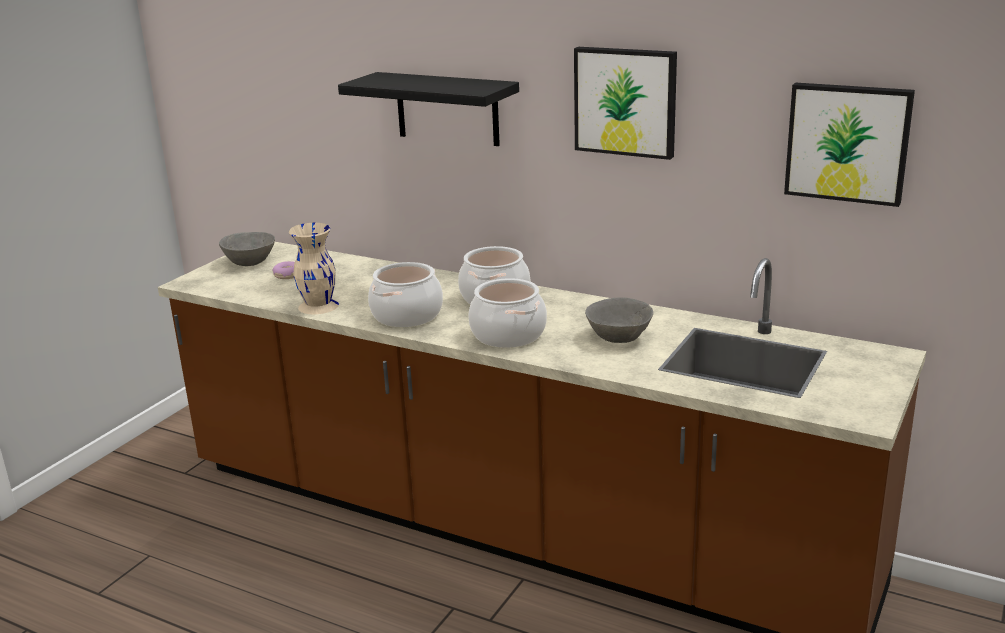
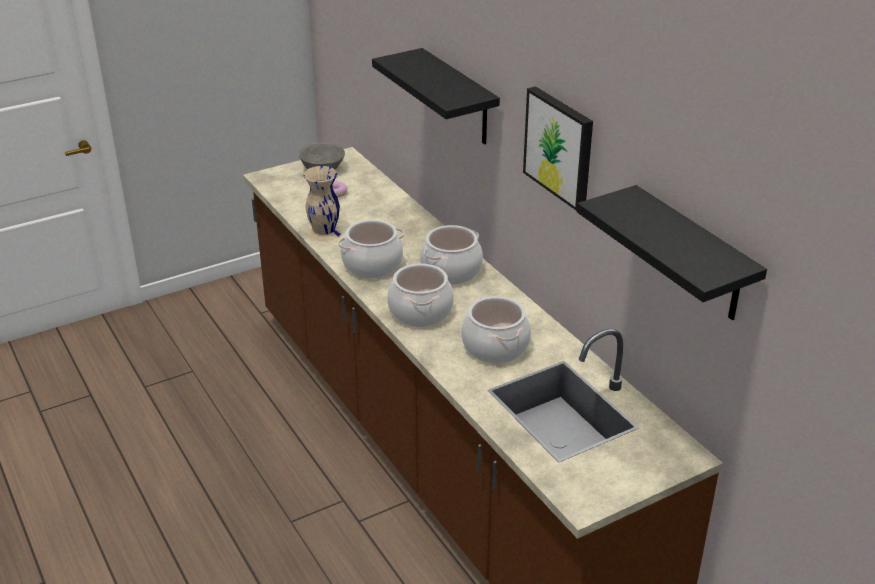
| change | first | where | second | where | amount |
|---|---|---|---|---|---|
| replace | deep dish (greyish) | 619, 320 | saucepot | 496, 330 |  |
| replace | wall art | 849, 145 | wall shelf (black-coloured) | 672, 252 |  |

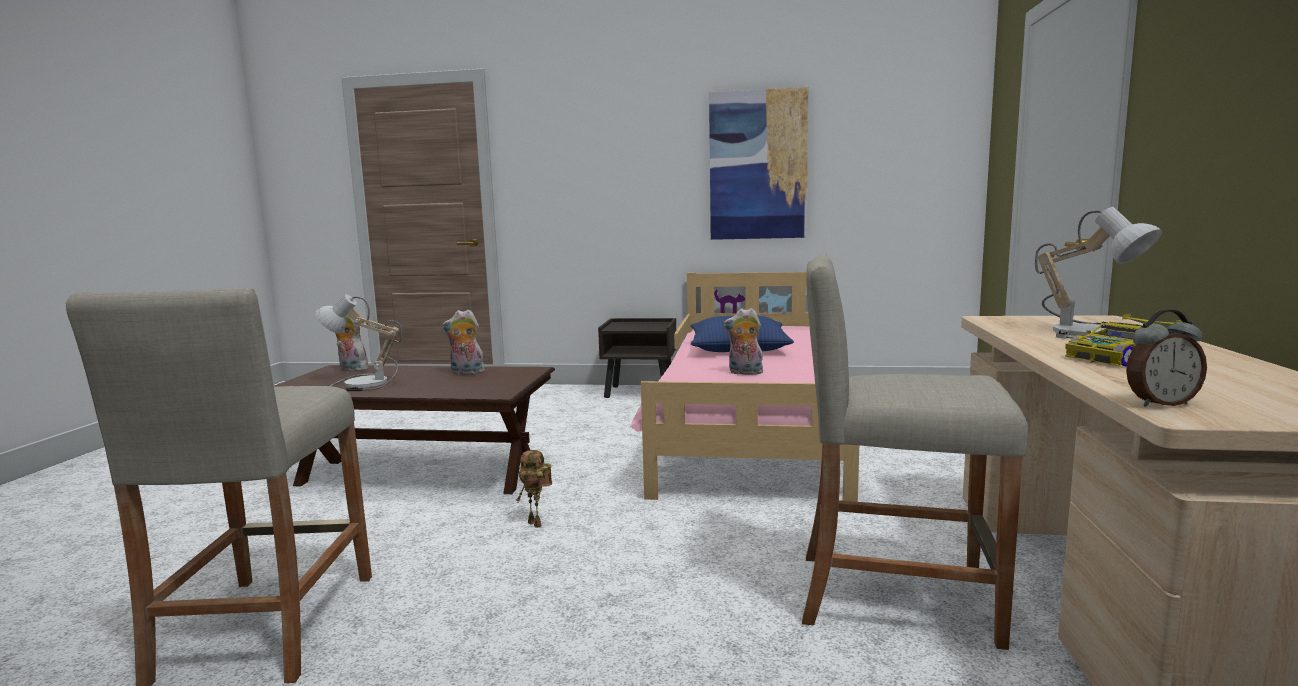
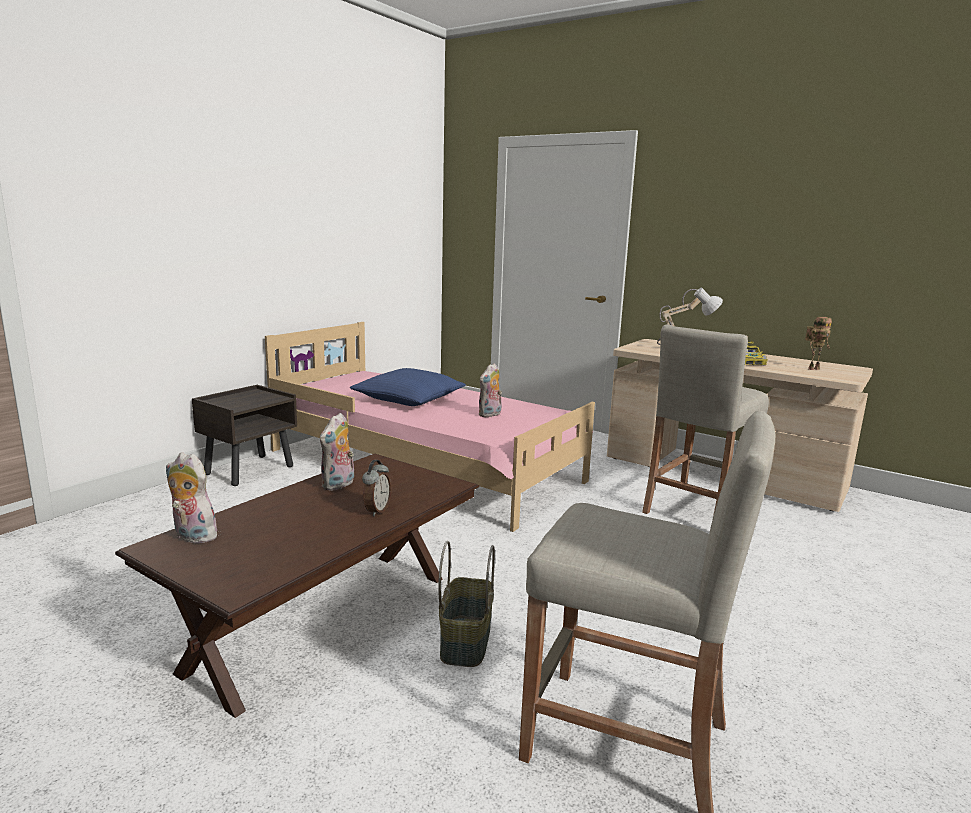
| change | first | where | second | where | amount |
|---|---|---|---|---|---|
| rotate | plush toy | 351, 343 |  | 192, 497 | 60 degrees clockwise |
| move | alarm clock | 1166, 358 |  | 376, 488 |  |
| insert |  |  | storage basket | 466, 604 |  |
| move | robot figure | 534, 489 |  | 818, 343 |  |
| delete | tabletop lamp | 358, 342 |  |  |  |
| delete | wall art | 759, 163 |  |  |  |

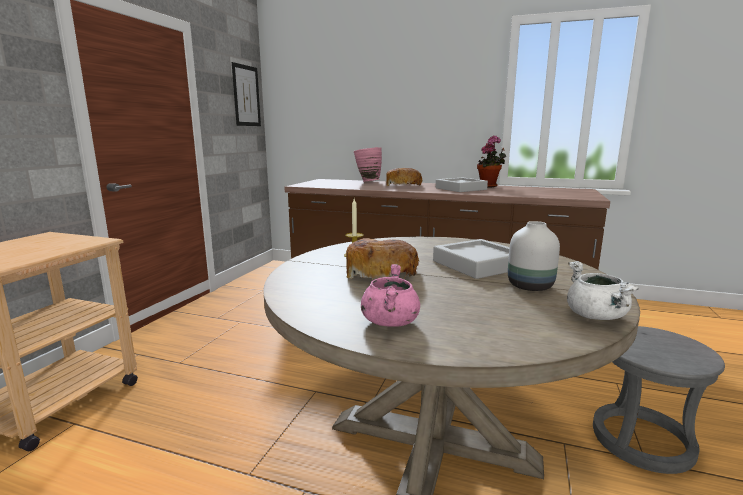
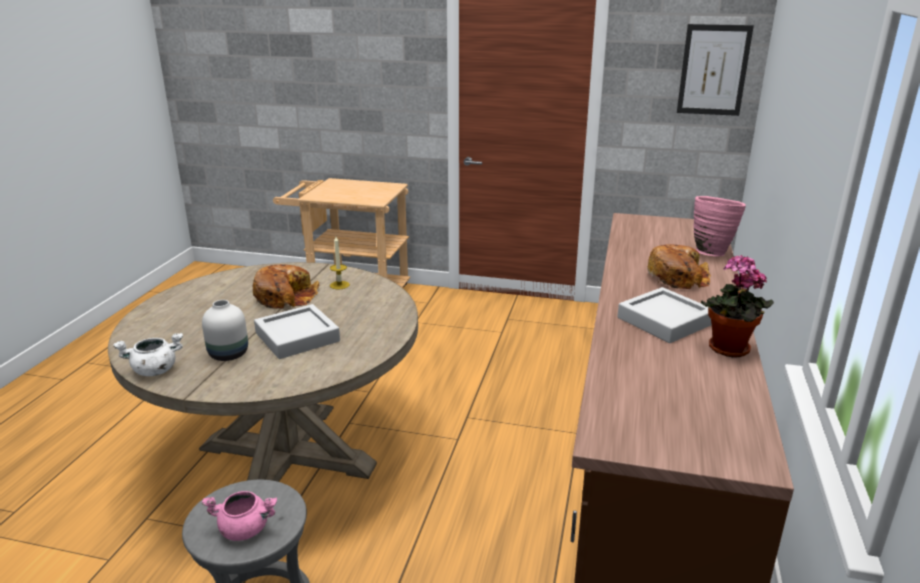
| change | first | where | second | where | amount |
|---|---|---|---|---|---|
| move | saucepot (pinkish) | 390, 295 |  | 239, 516 |  |

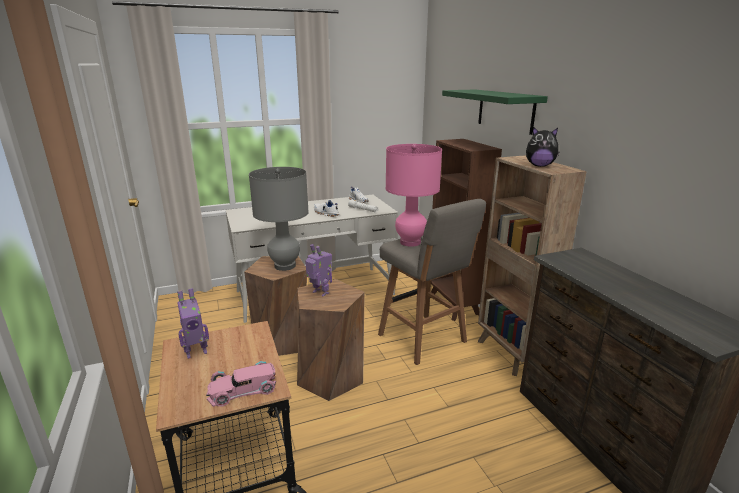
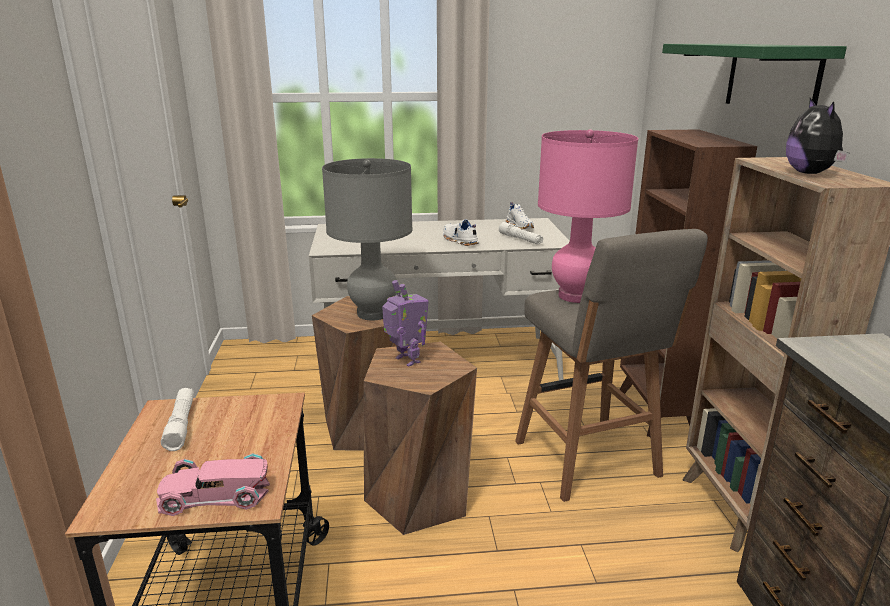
| change | first | where | second | where | amount |
|---|---|---|---|---|---|
| replace | robot figure | 193, 323 | torch (white) | 177, 419 |  |
| rotate | plush toy | 542, 147 |  | 817, 136 | 60 degrees clockwise |

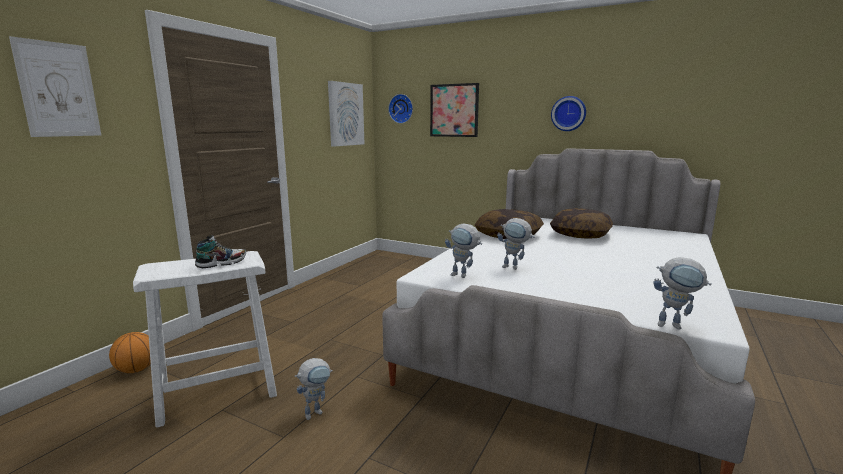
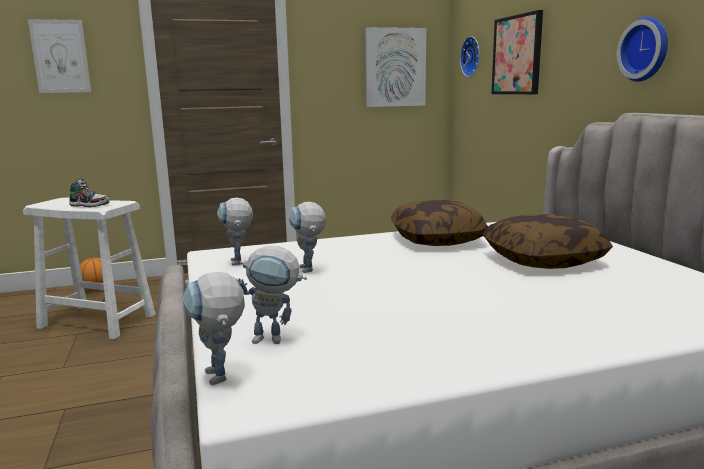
| change | first | where | second | where | amount |
|---|---|---|---|---|---|
| move | robot figure | 314, 389 |  | 271, 295 |  |

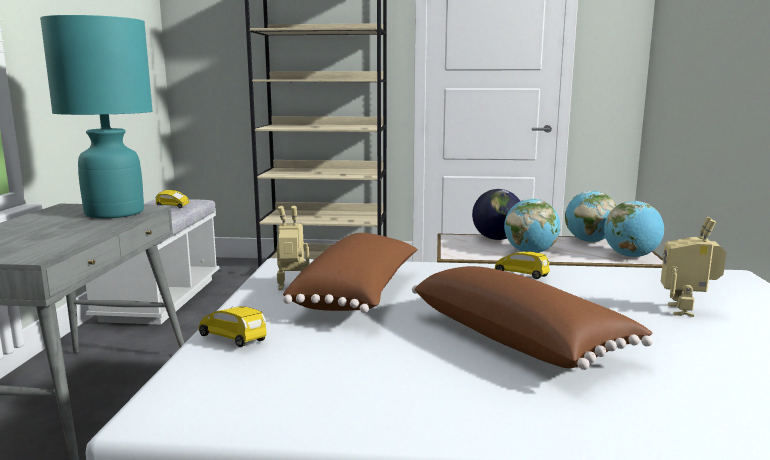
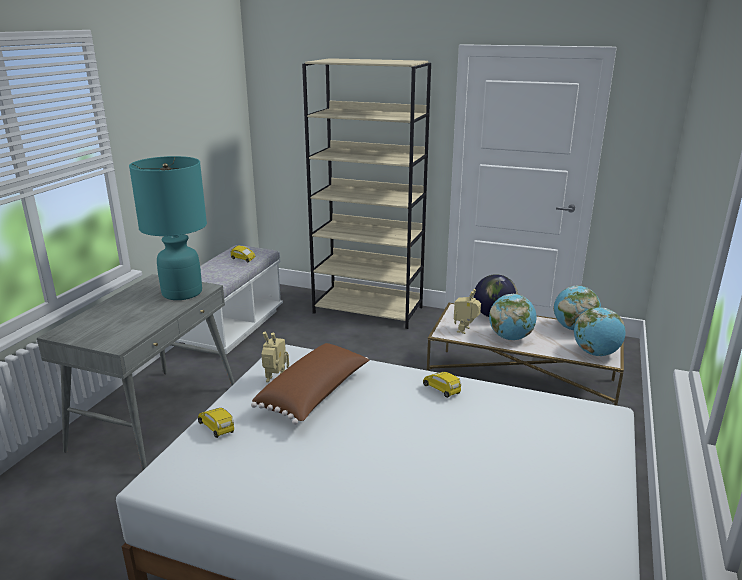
| change | first | where | second | where | amount |
|---|---|---|---|---|---|
| move | robot figure | 694, 267 |  | 467, 311 |  |
| delete | throw pillow (brownish) | 532, 318 |  |  |  |

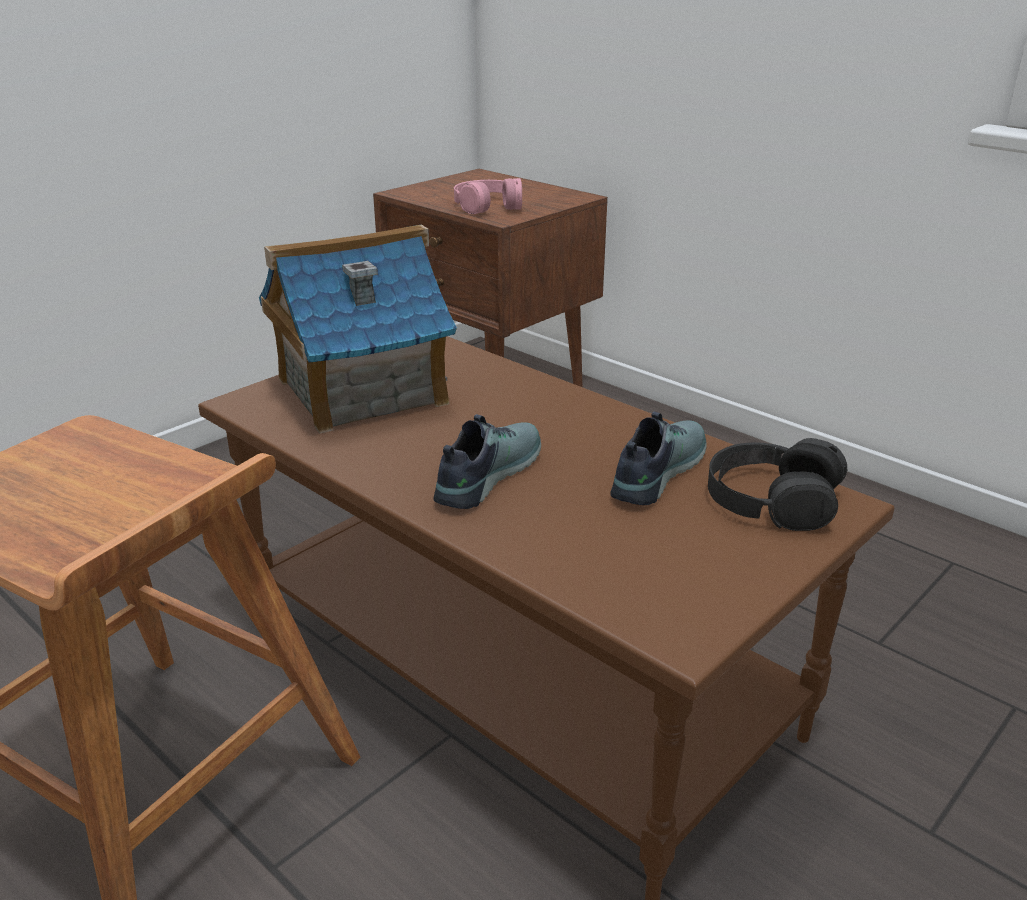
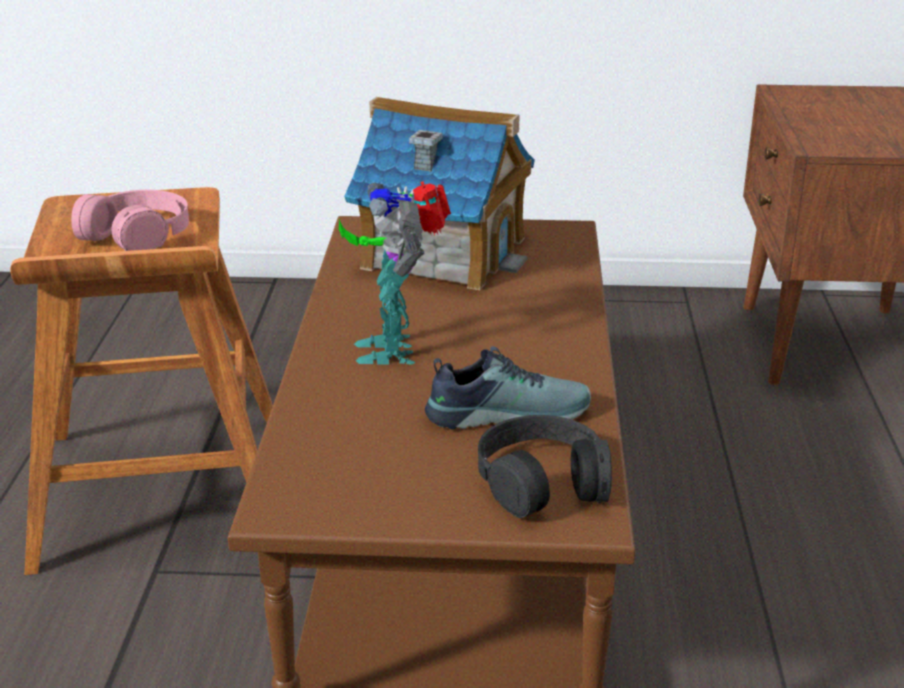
| change | first | where | second | where | amount |
|---|---|---|---|---|---|
| move | pair of headphones (pinkish) | 488, 196 |  | 130, 220 |  |
| replace | shoe | 487, 461 | robot figure | 395, 273 |  |

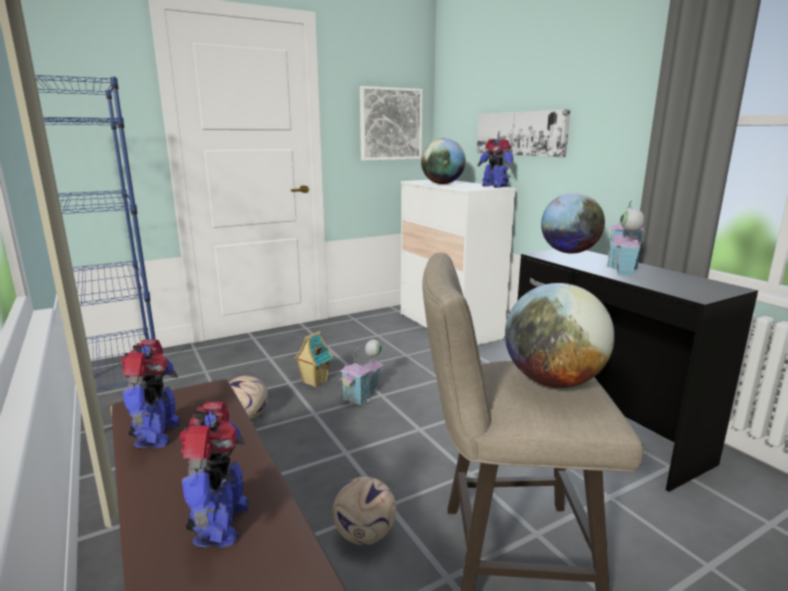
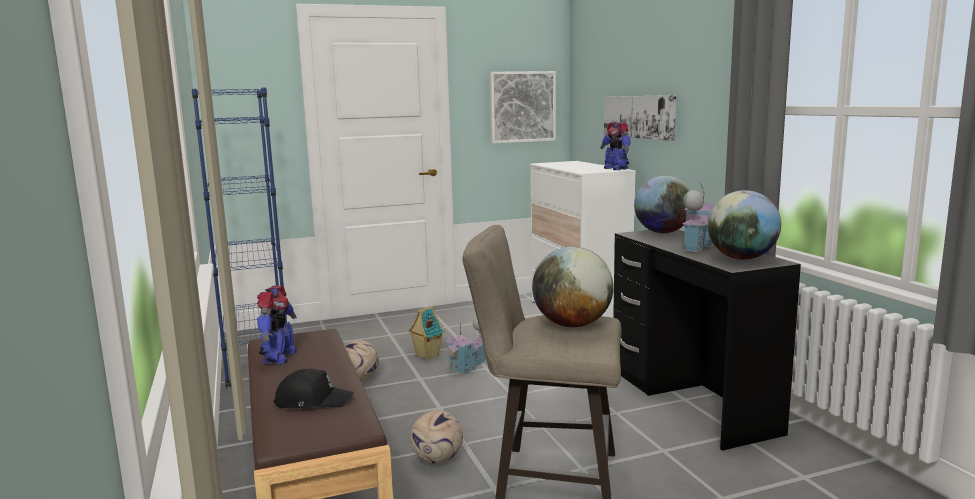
| change | first | where | second | where | amount |
|---|---|---|---|---|---|
| replace | robot figure | 214, 475 | cap (black-coloured) | 314, 388 |  |
| move | world globe | 443, 161 |  | 744, 224 |  |

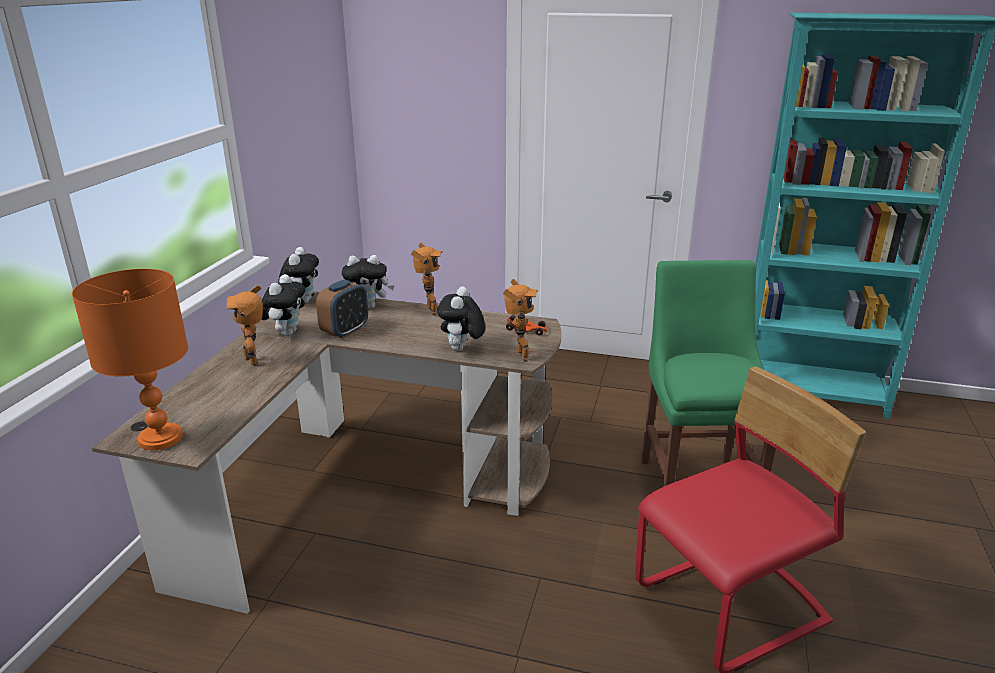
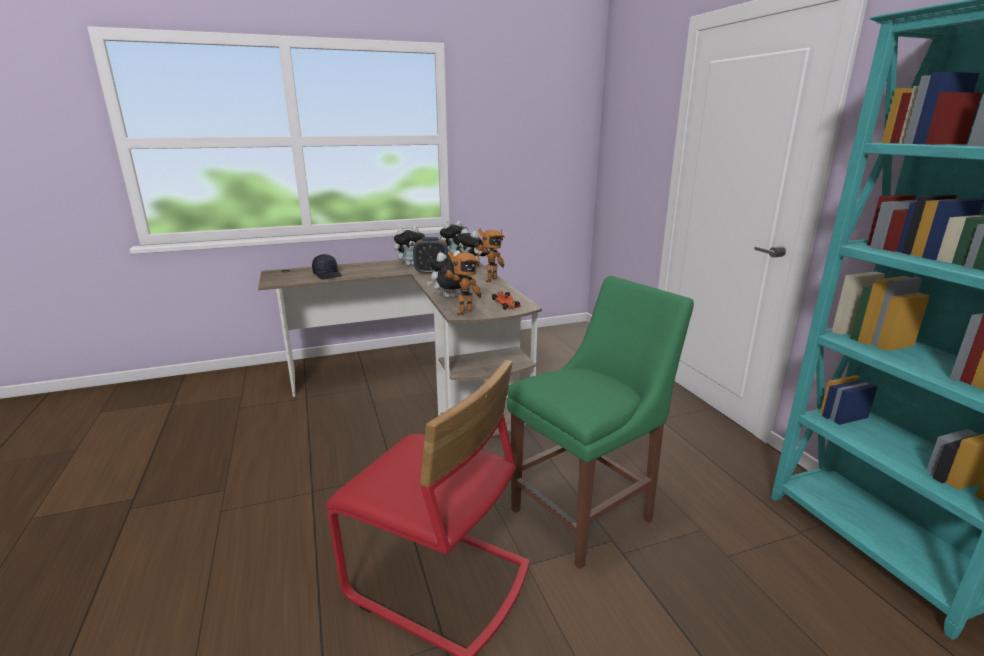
| change | first | where | second | where | amount |
|---|---|---|---|---|---|
| insert |  |  | cap (black-coloured) | 327, 267 |  |
| delete | tabletop lamp (orange) | 130, 359 |  |  |  |
| delete | robot figure | 245, 325 |  |  |  |

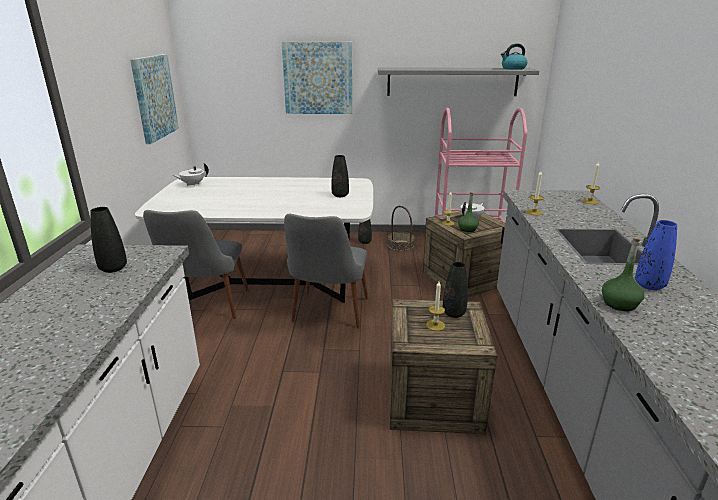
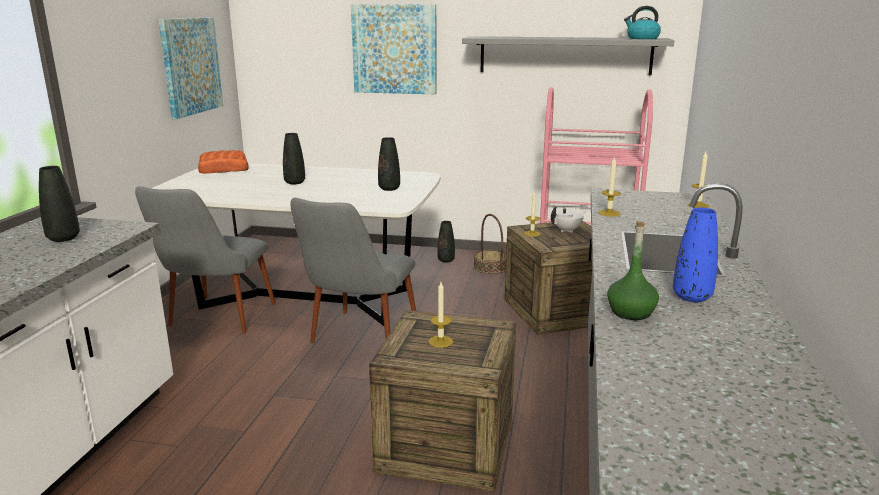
| change | first | where | second | where | amount |
|---|---|---|---|---|---|
| replace | tea pot (white) | 191, 174 | bread | 223, 162 |  |
| move | flower vase (black-coloured) | 455, 290 |  | 294, 158 |  |
| delete | bottle (green-coloured) | 468, 211 |  |  |  |

